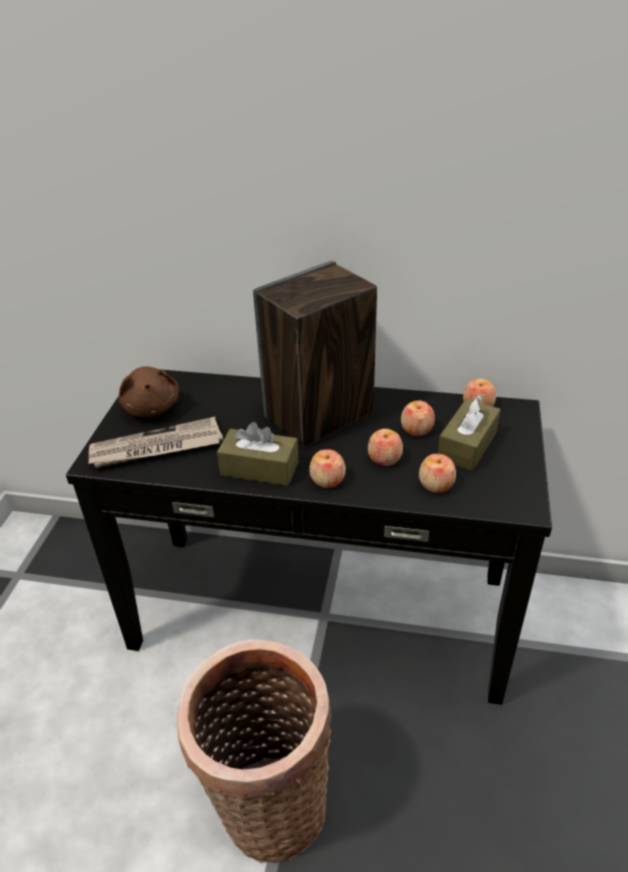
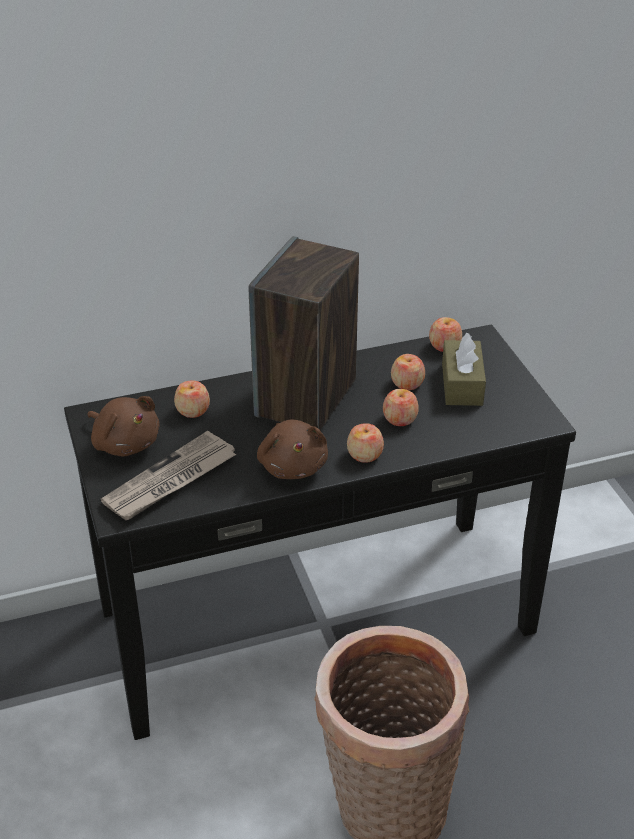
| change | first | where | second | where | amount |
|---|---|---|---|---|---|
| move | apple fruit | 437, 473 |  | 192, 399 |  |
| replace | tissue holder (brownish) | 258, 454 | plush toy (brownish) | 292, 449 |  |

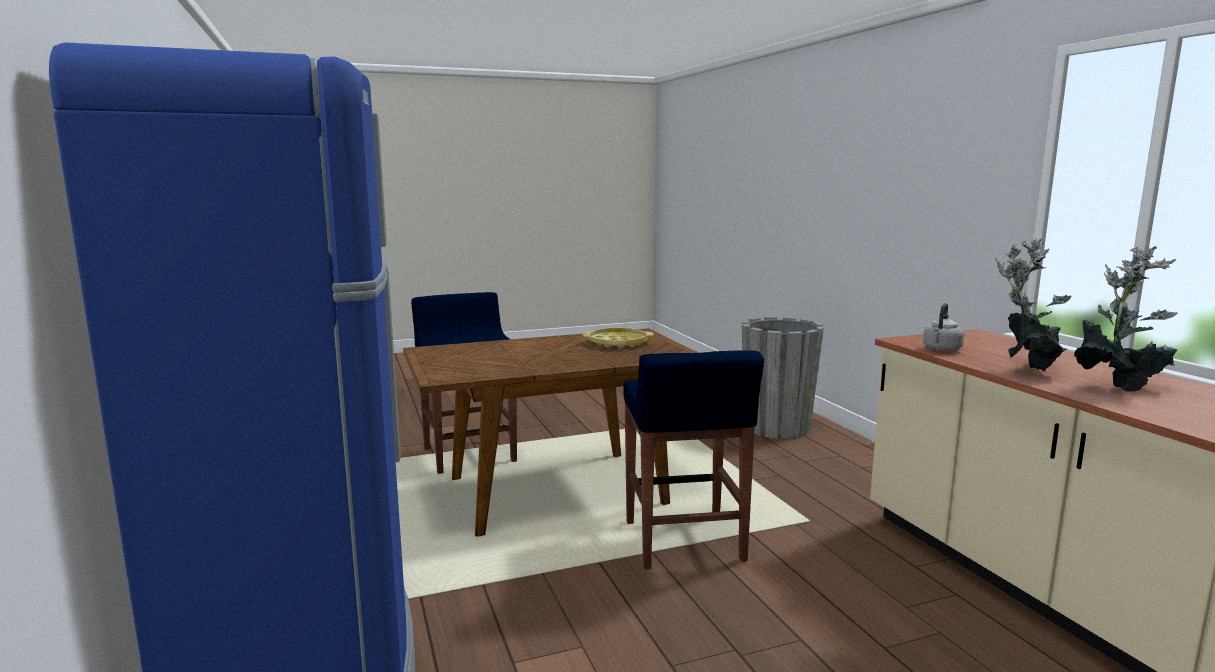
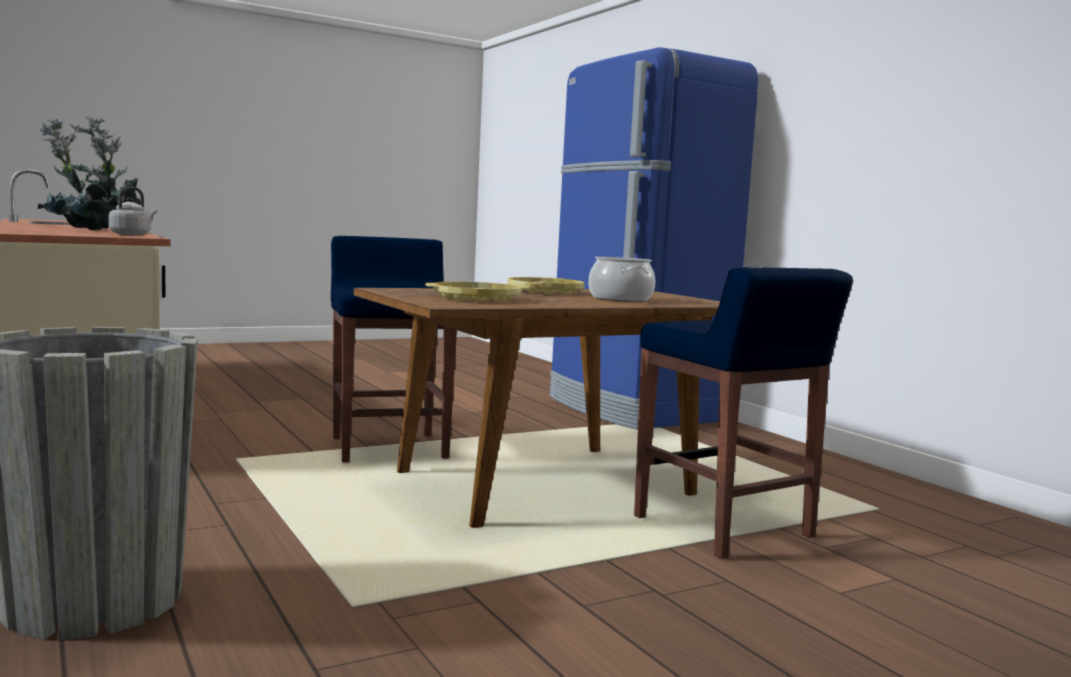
| change | first | where | second | where | amount |
|---|---|---|---|---|---|
| insert |  |  | serving tray (yellowish) | 546, 286 |  |
| insert |  |  | saucepot | 622, 279 |  |

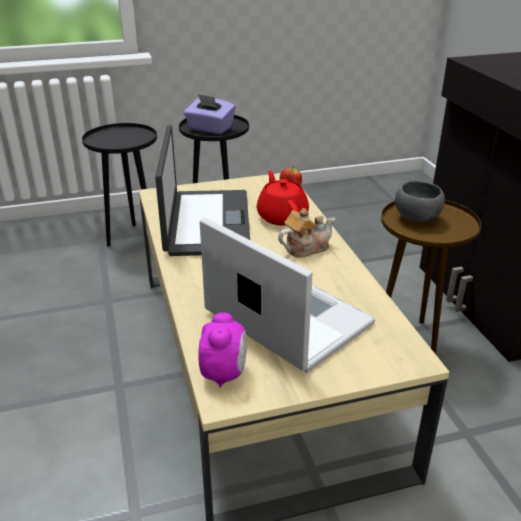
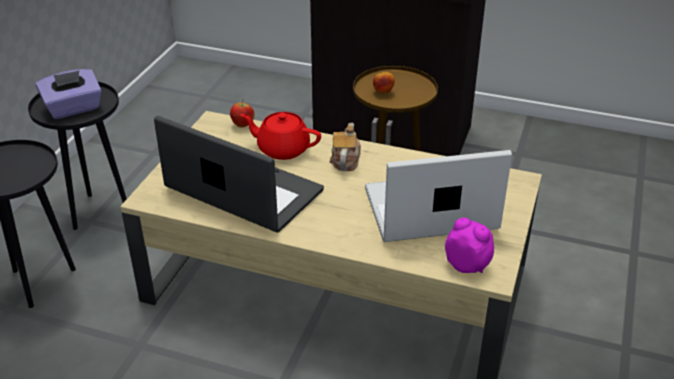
| change | first | where | second | where | amount |
|---|---|---|---|---|---|
| replace | deep dish (greyish) | 420, 201 | apple fruit | 384, 82 |  |

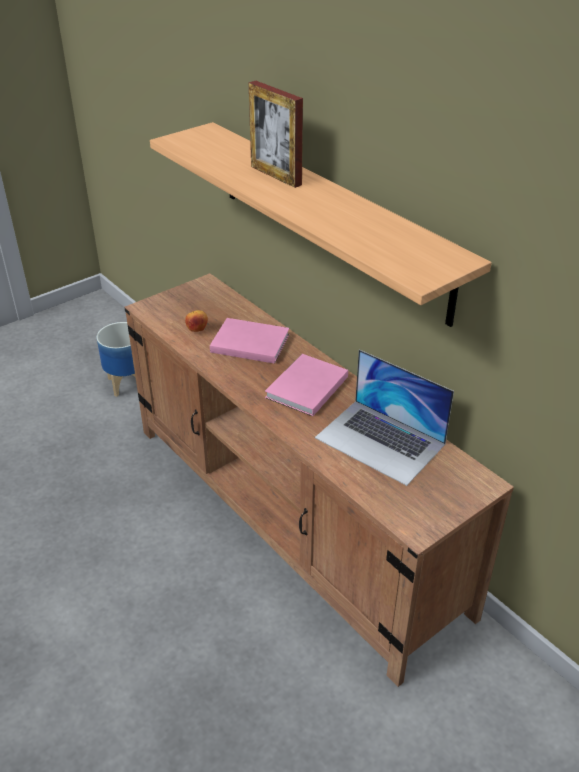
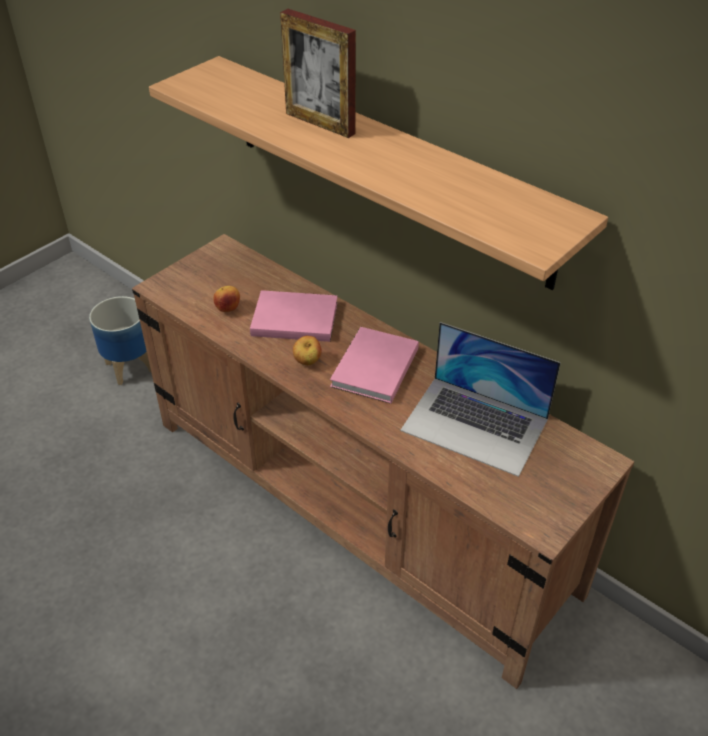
| change | first | where | second | where | amount |
|---|---|---|---|---|---|
| insert |  |  | apple fruit | 307, 350 |  |

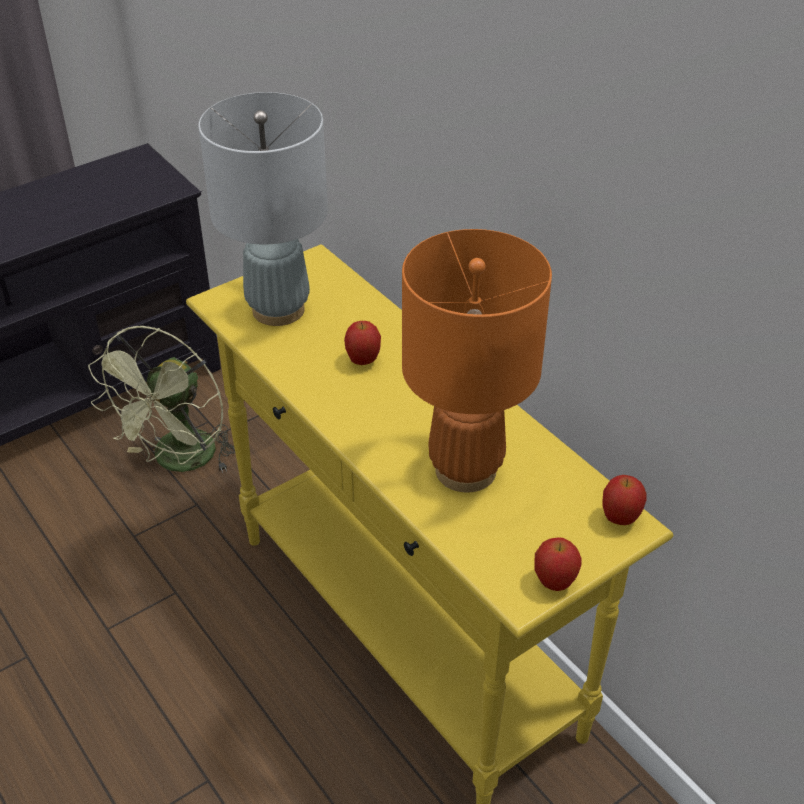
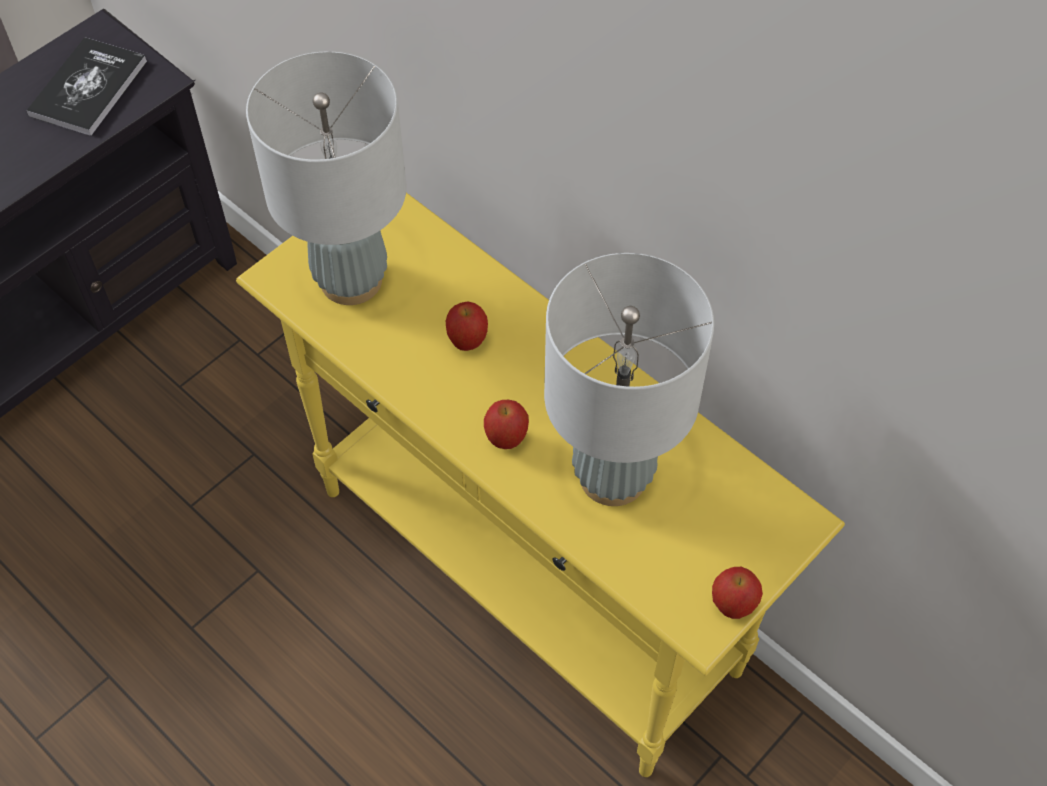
| change | first | where | second | where | amount |
|---|---|---|---|---|---|
| insert |  |  | bound book | 86, 86 |  |
| move | apple fruit | 625, 500 |  | 506, 424 |  |
| recolor | tabletop lamp (orange) | 477, 360 | tabletop lamp (greyish) | 629, 379 |  |
| delete | electric fan (green-coloured) | 161, 399 |  |  |  |

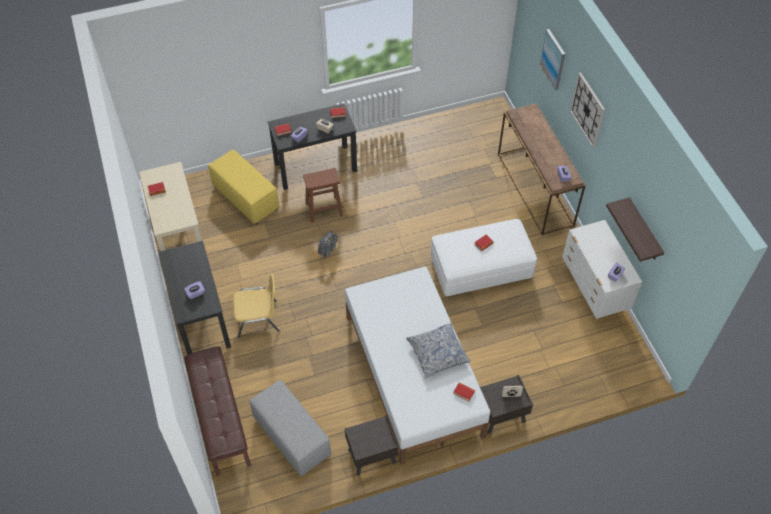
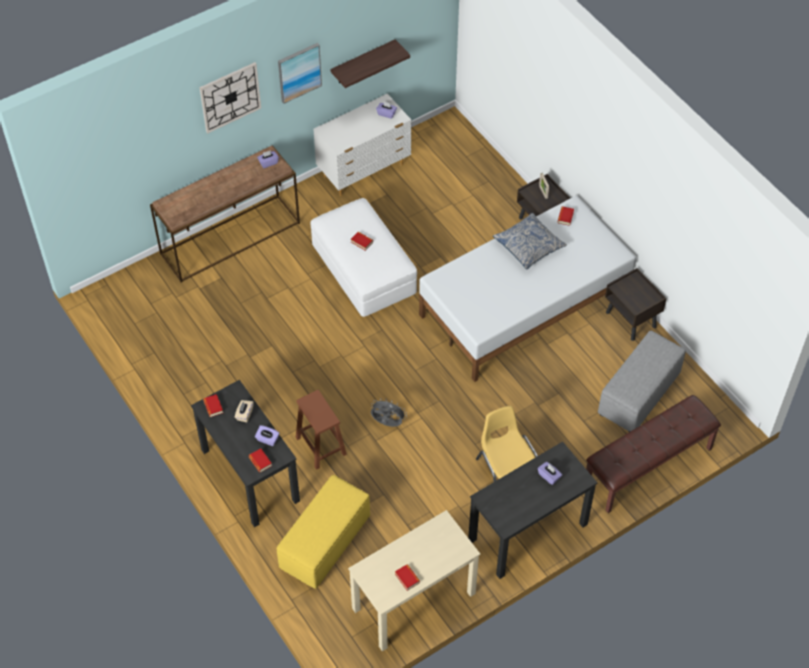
| change | first | where | second | where | amount |
|---|---|---|---|---|---|
| move | wall art | 552, 59 |  | 300, 73 |  |

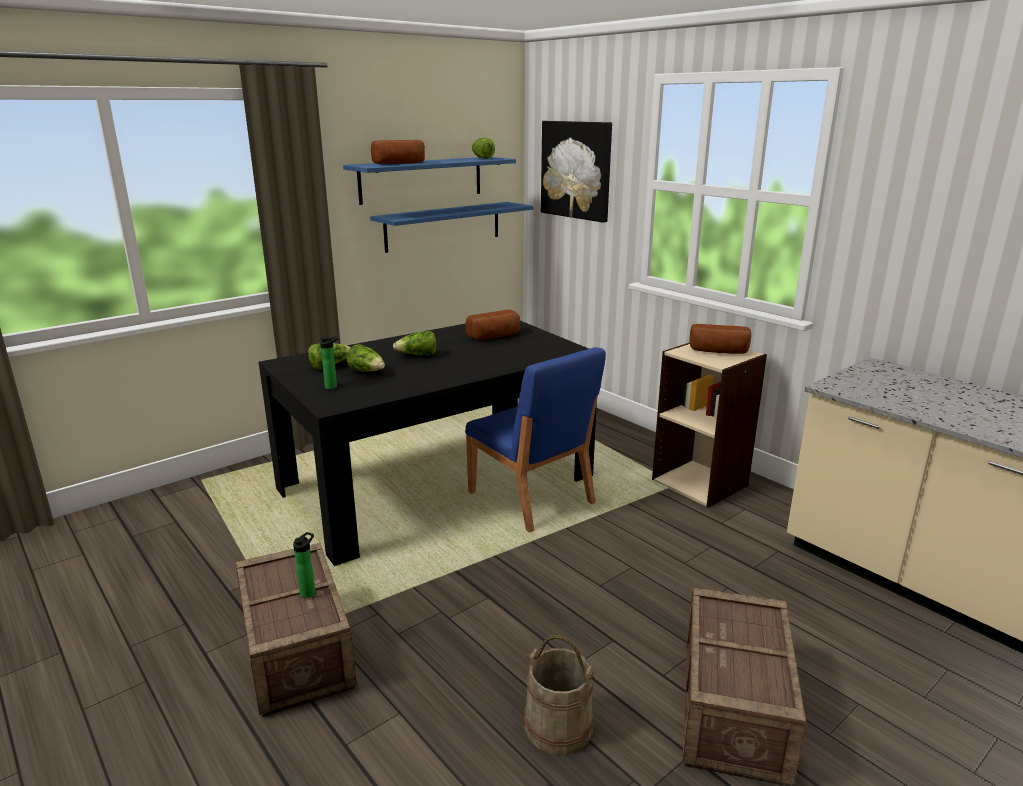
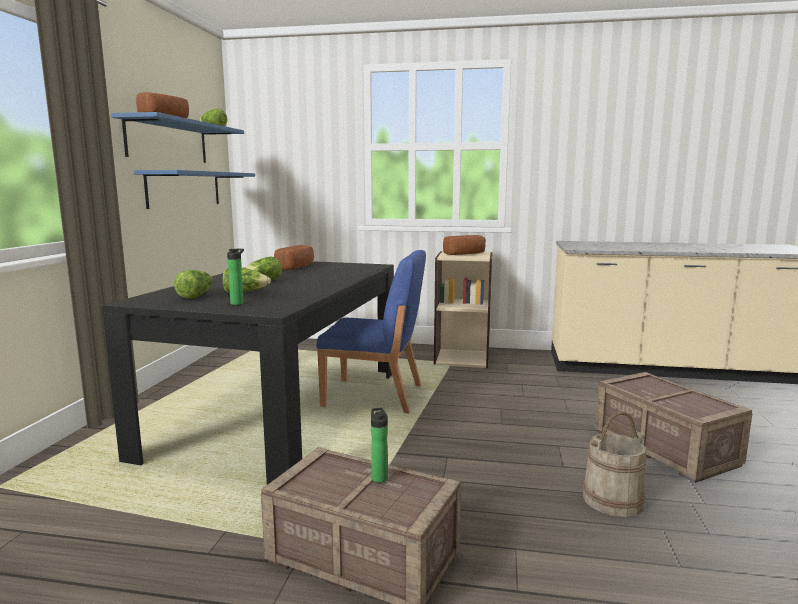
| change | first | where | second | where | amount |
|---|---|---|---|---|---|
| delete | wall art | 576, 172 |  |  |  |

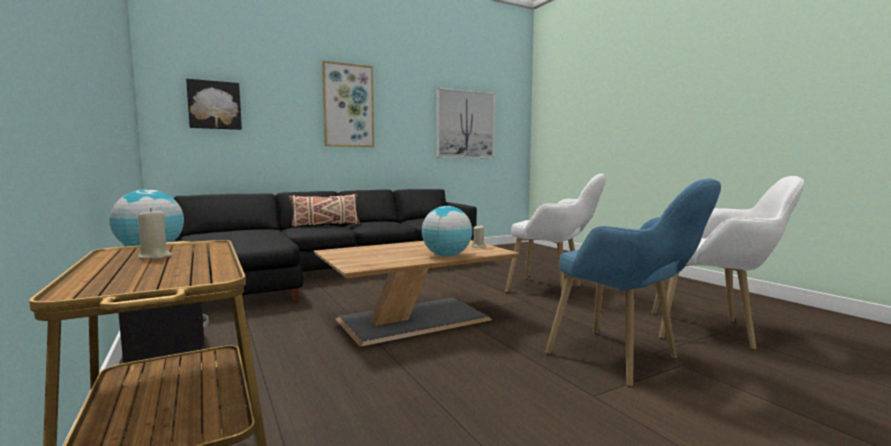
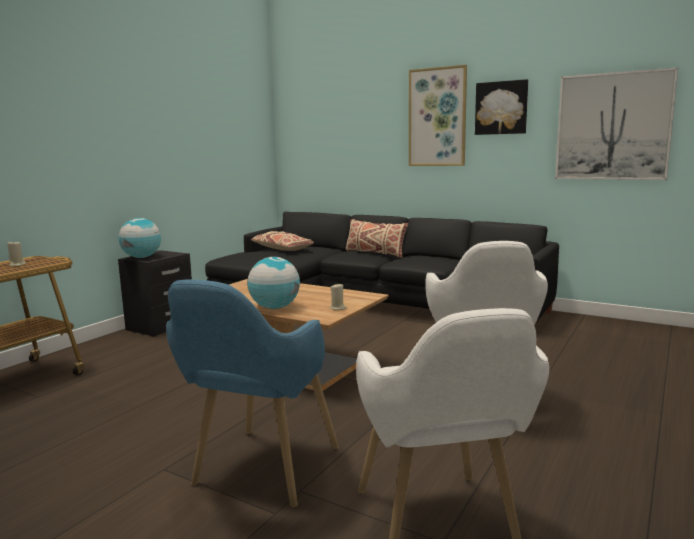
| change | first | where | second | where | amount |
|---|---|---|---|---|---|
| insert |  |  | throw pillow (sand-coloured) | 282, 241 |  |
| move | wall art | 214, 104 |  | 501, 107 |  |

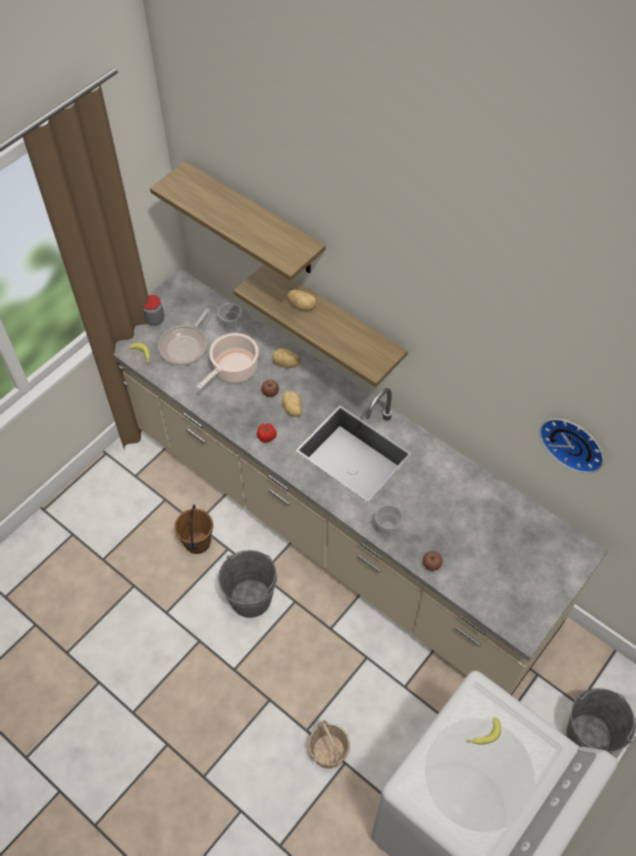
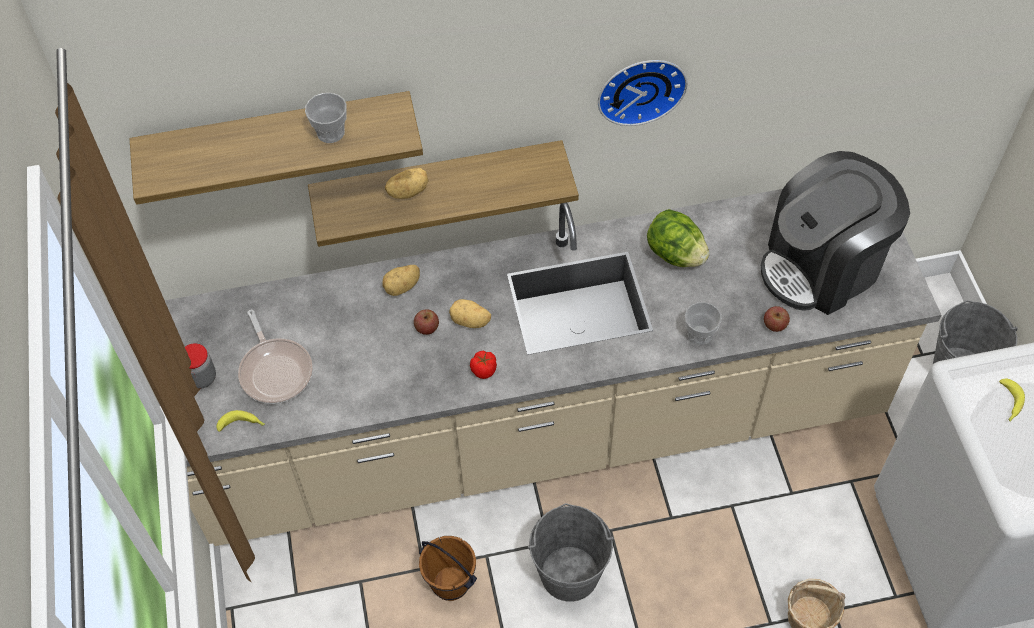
| change | first | where | second | where | amount |
|---|---|---|---|---|---|
| move | cup | 230, 317 |  | 326, 118 |  |
| move | hanging clock | 571, 446 |  | 643, 93 |  |
| insert |  |  | lettuce head | 678, 238 |  |
| insert |  |  | coffee maker | 835, 233 |  |
| delete | saucepot | 228, 361 |  |  |  |

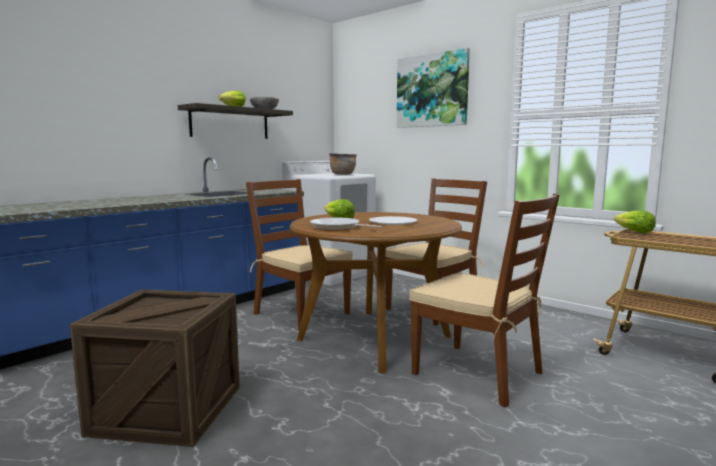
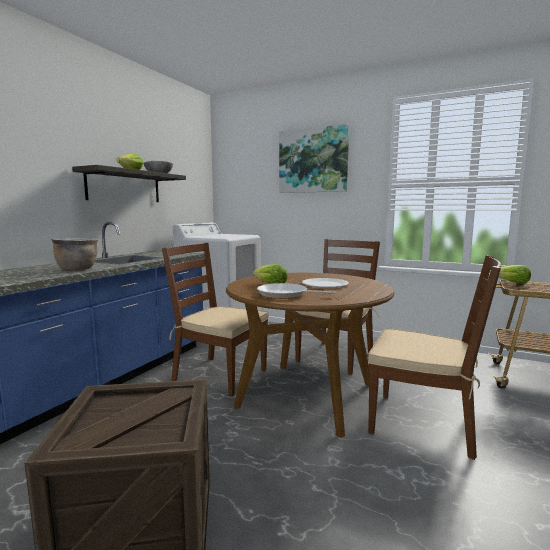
| change | first | where | second | where | amount |
|---|---|---|---|---|---|
| move | saucepot (brownish) | 343, 164 |  | 74, 254 |  |

